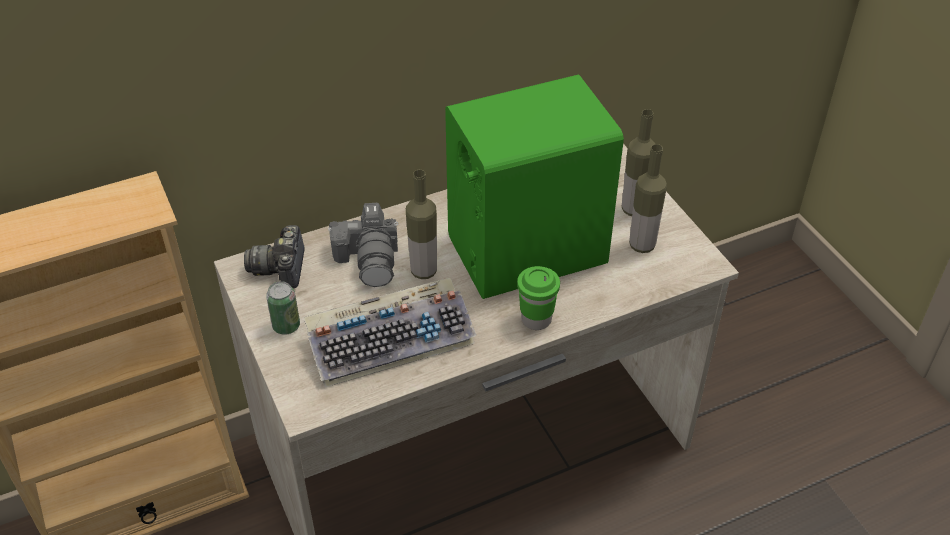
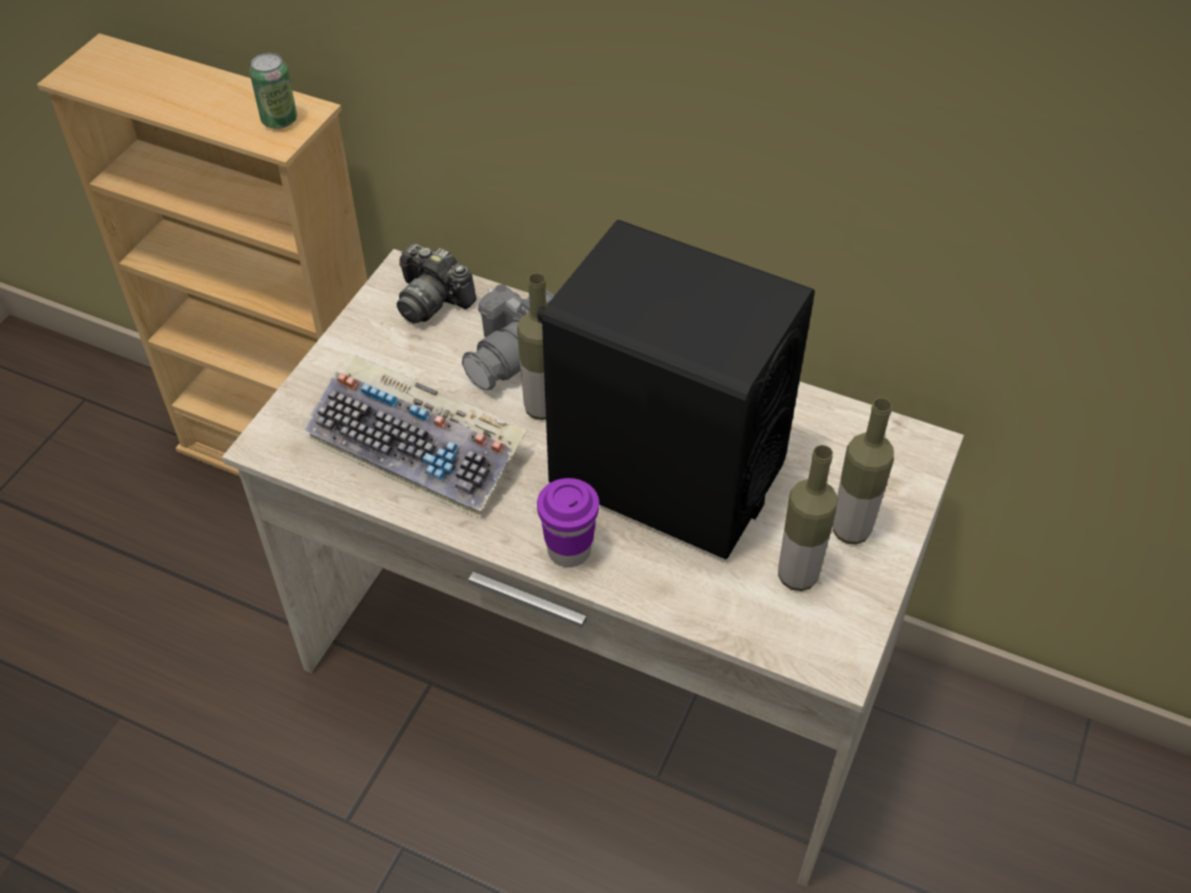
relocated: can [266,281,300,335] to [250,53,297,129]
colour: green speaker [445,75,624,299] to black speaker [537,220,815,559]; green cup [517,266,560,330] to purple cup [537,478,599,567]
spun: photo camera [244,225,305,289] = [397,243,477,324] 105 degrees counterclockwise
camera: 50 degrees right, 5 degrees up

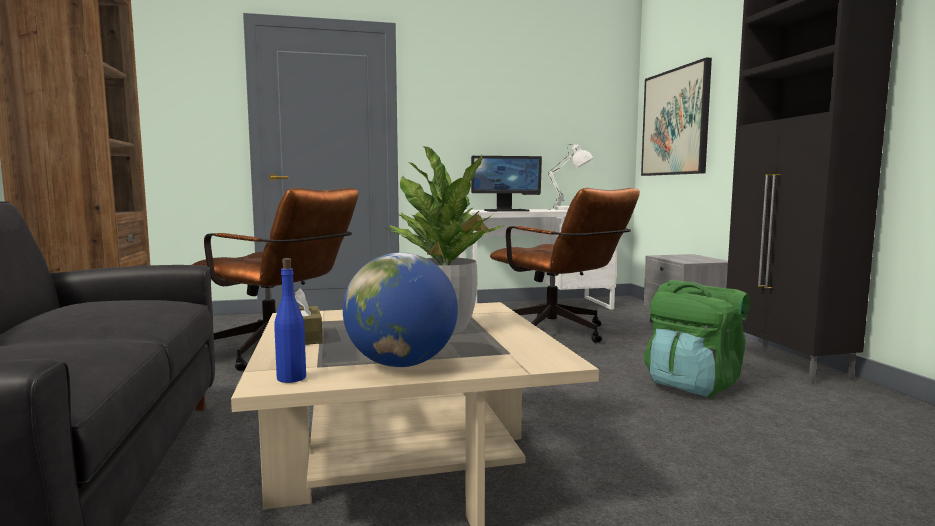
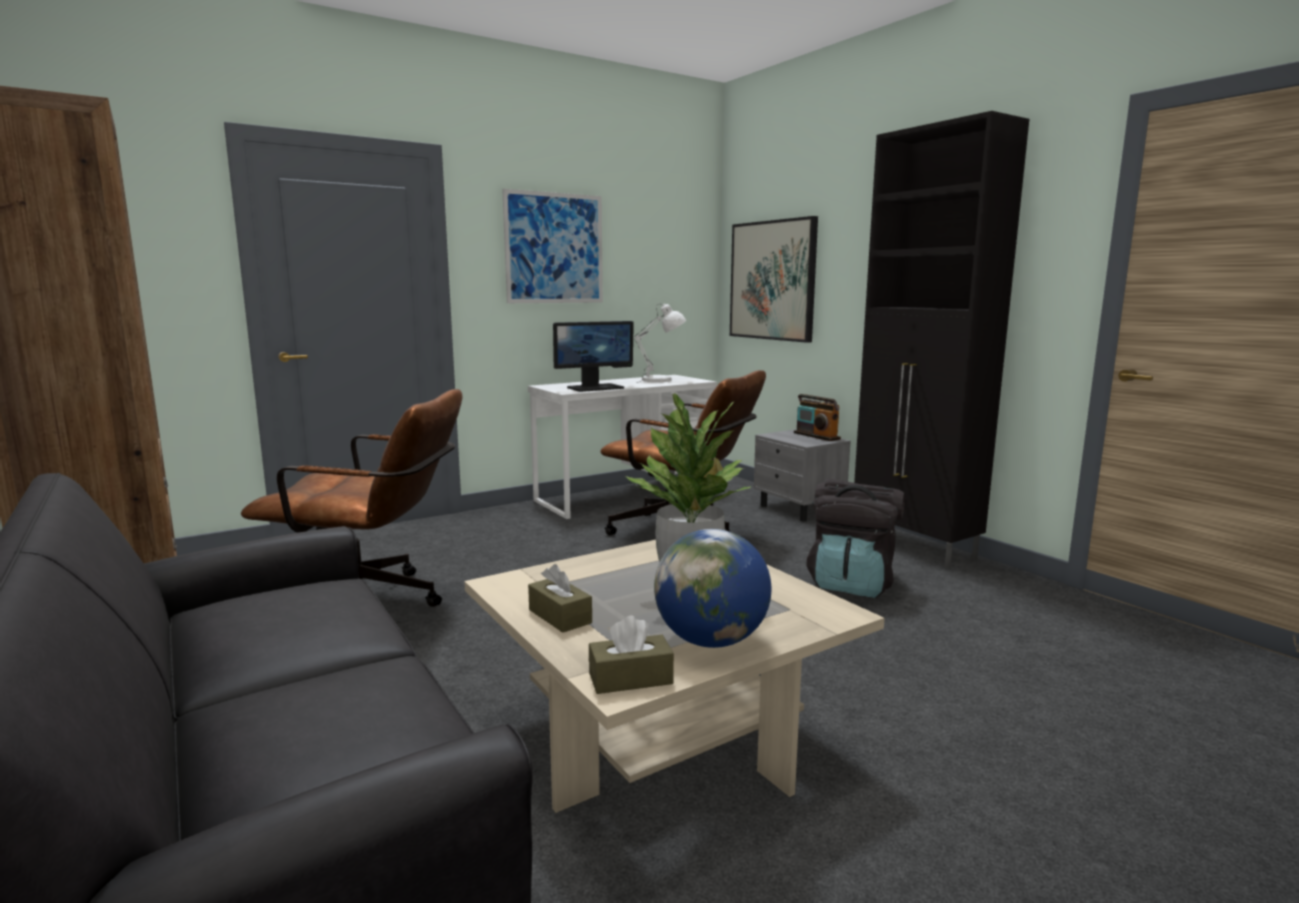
appeared: picture [502,189,603,303]; radio [794,394,841,441]
exchanged: blue bottle [274,258,306,383] to brown tissue box [589,615,674,694]
colour: green backpack [644,280,750,398] to black backpack [807,479,905,598]
camera: 20 degrees left, 5 degrees up

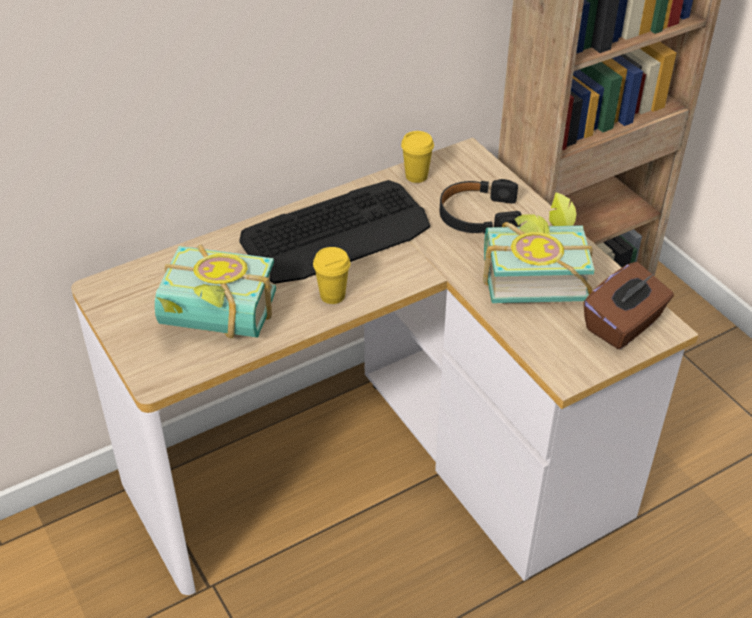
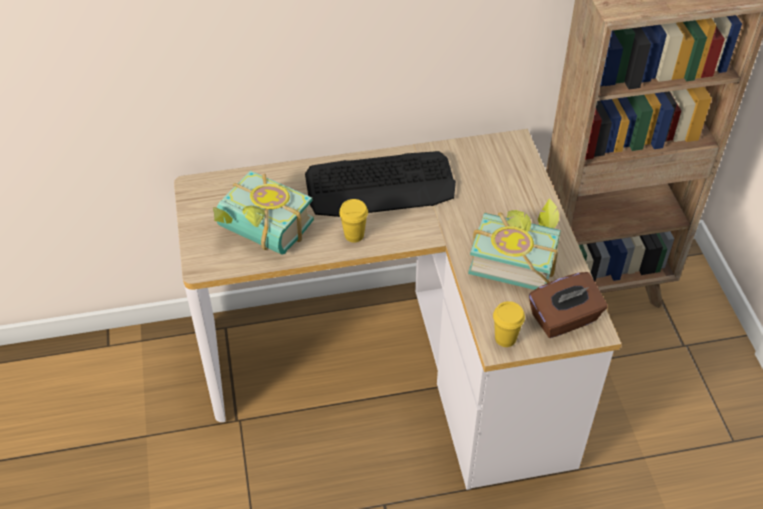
missing: black headphones [440,179,522,234]
relocated: yellow cup [401,131,434,183] to [493,301,525,347]
camera: 20 degrees right, 5 degrees up

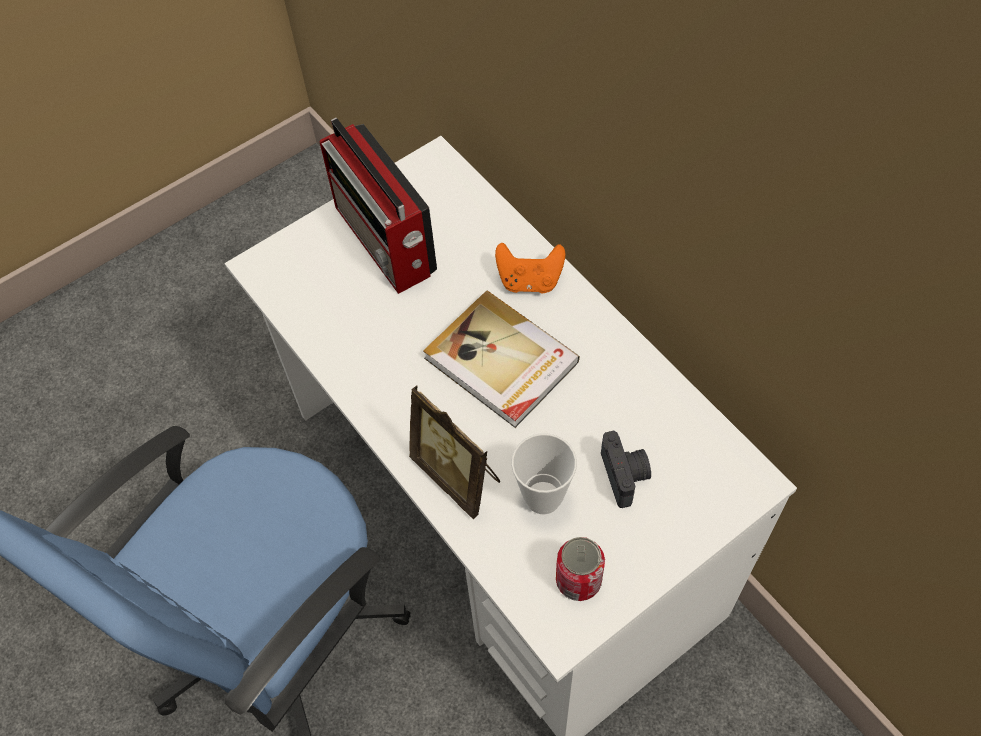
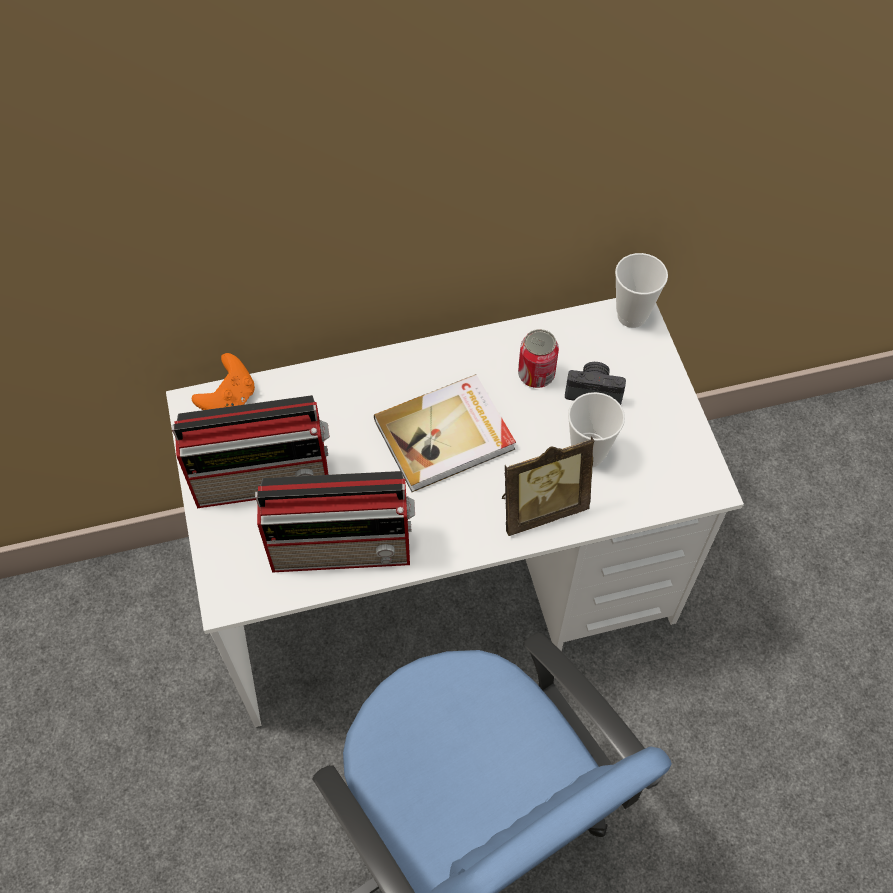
appeared: cup [615,253,668,328]; radio [255,471,415,573]
relocated: orange game controller [495,243,565,294] to [192,353,255,410]; can [556,537,605,601] to [518,329,559,388]
camera: 70 degrees left, 0 degrees up

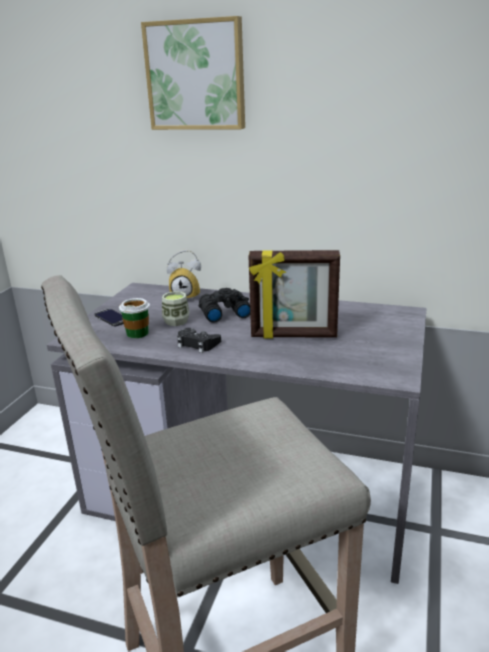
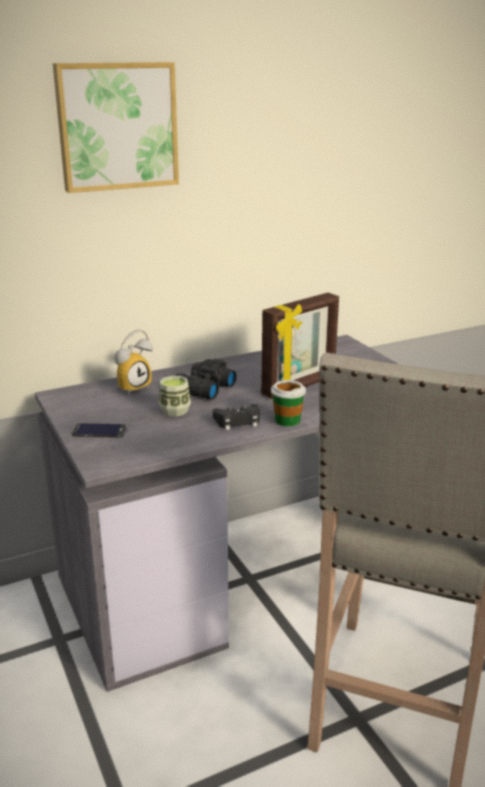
relocated: cup [119,298,150,338] to [271,380,306,427]
camera: 45 degrees left, 0 degrees up

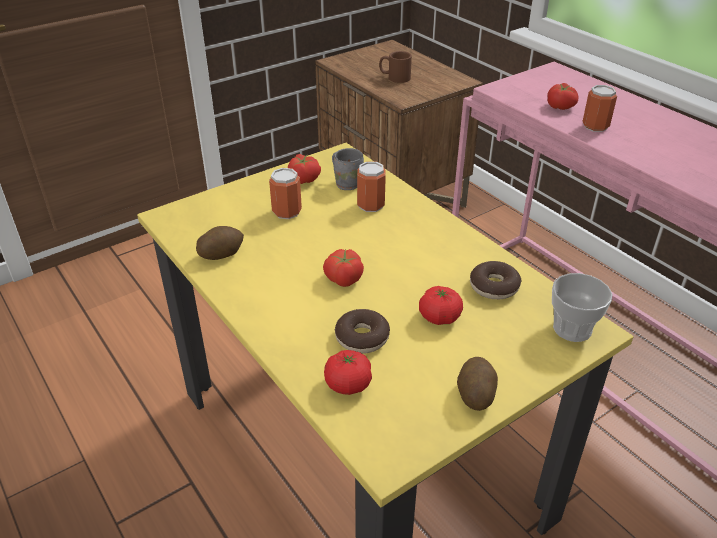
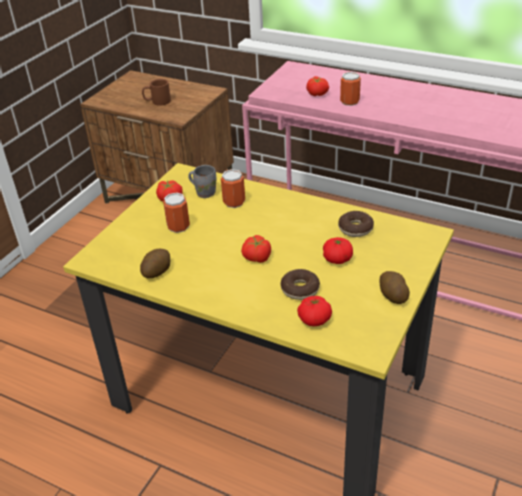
missing: cup [552,273,613,342]
camera: 25 degrees left, 0 degrees up

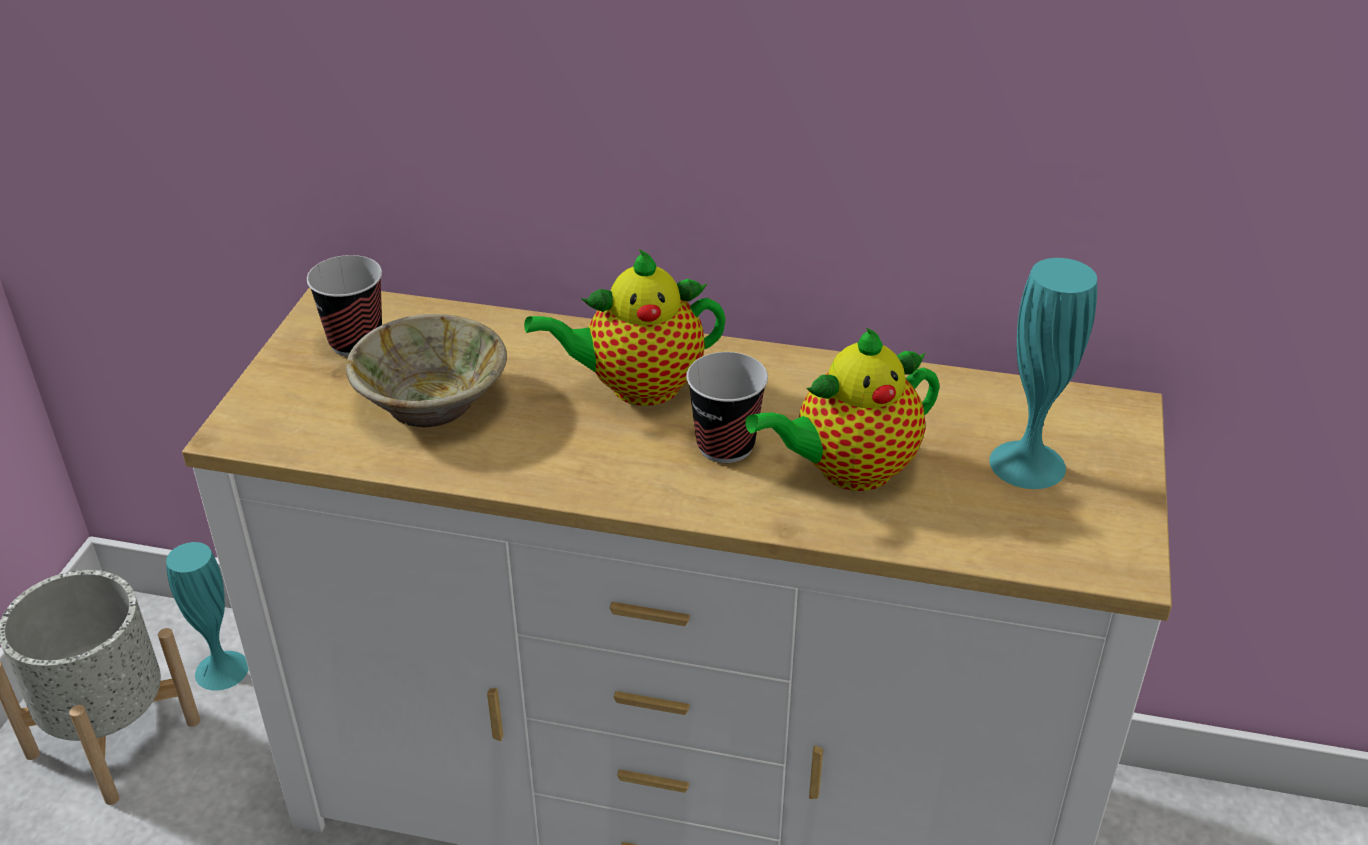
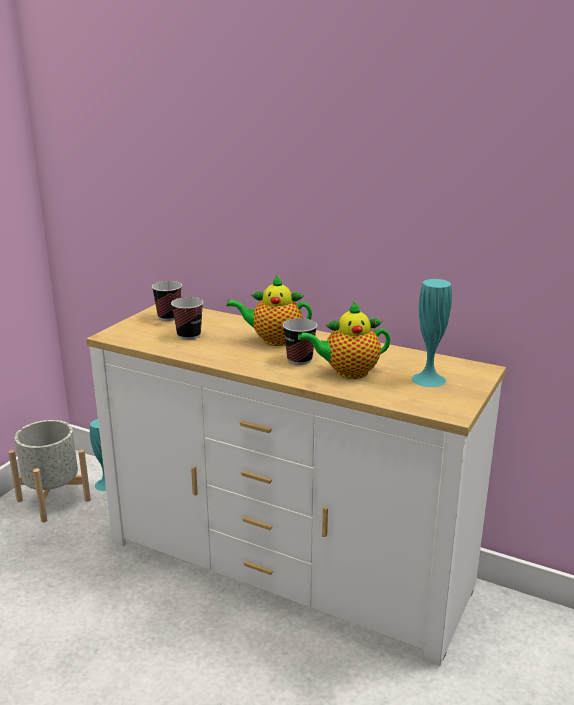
exchanged: beige bowl [346,314,507,428] to cup [171,297,203,340]
camera: 15 degrees right, 15 degrees down

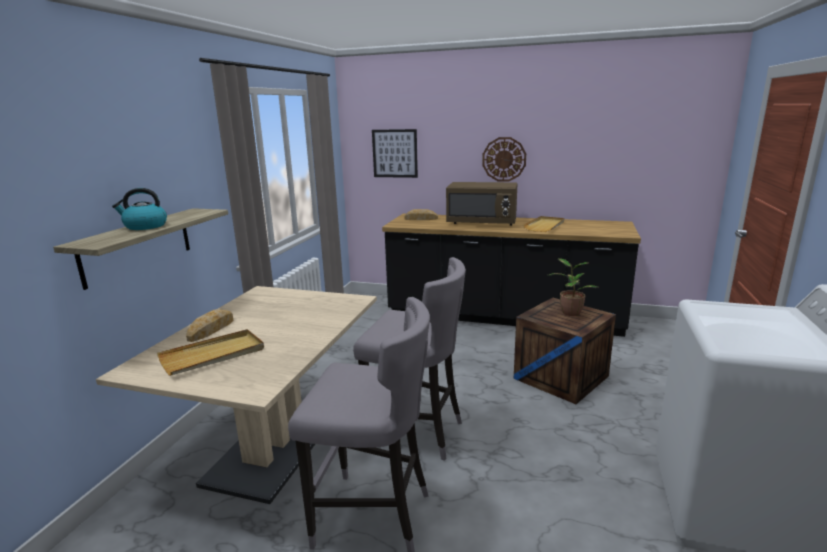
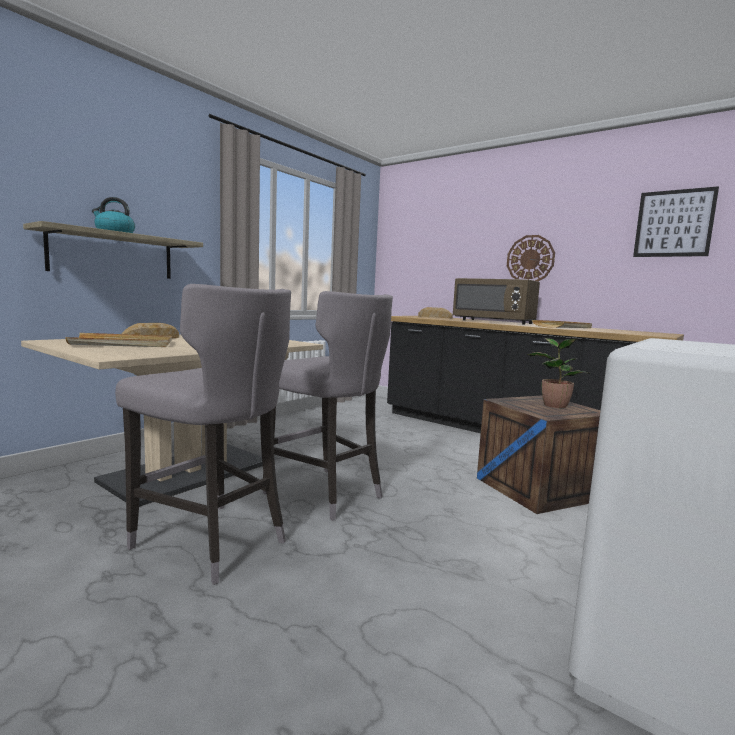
relocated: picture [372,129,418,178] to [633,186,719,257]
camera: 20 degrees right, 10 degrees down

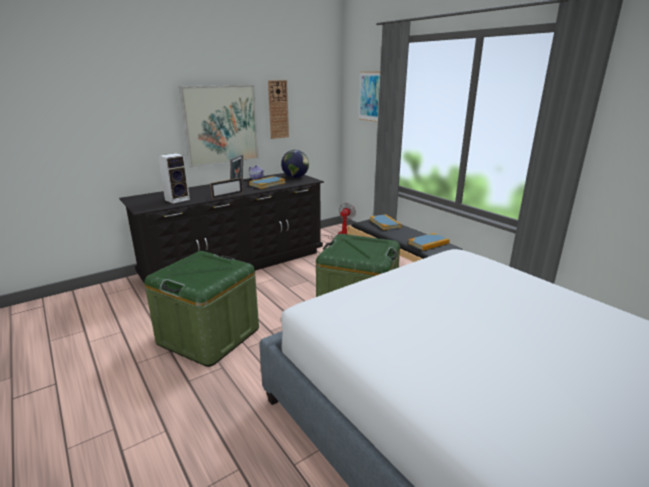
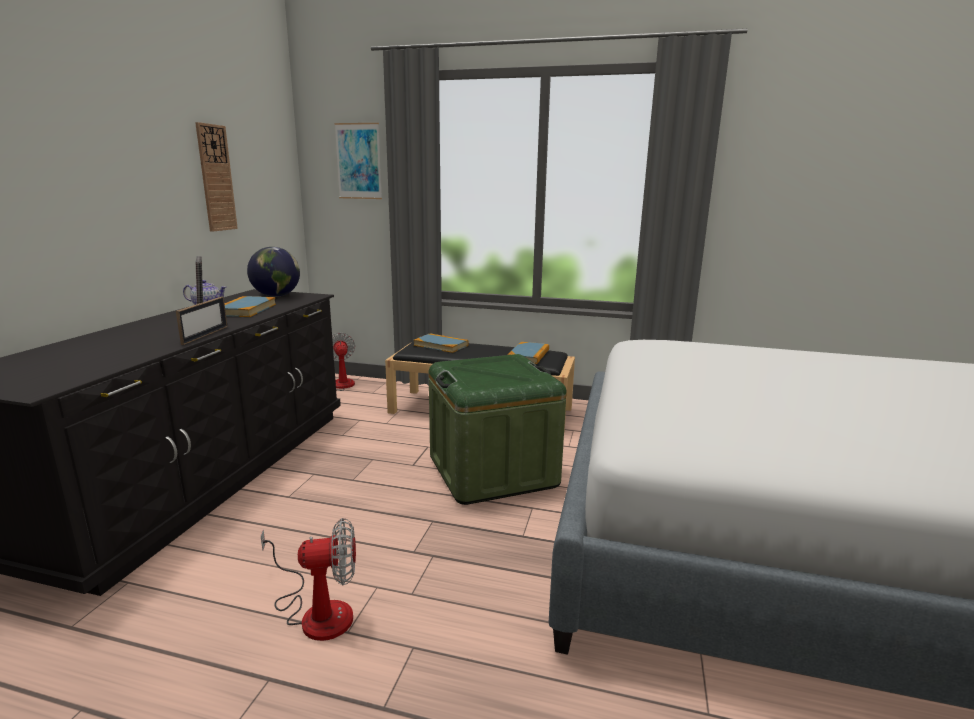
missing: picture [179,85,259,168]; speaker [158,153,190,204]
exchanged: green storage box [144,251,259,367] to fan [261,518,356,641]
camera: 40 degrees left, 5 degrees down

